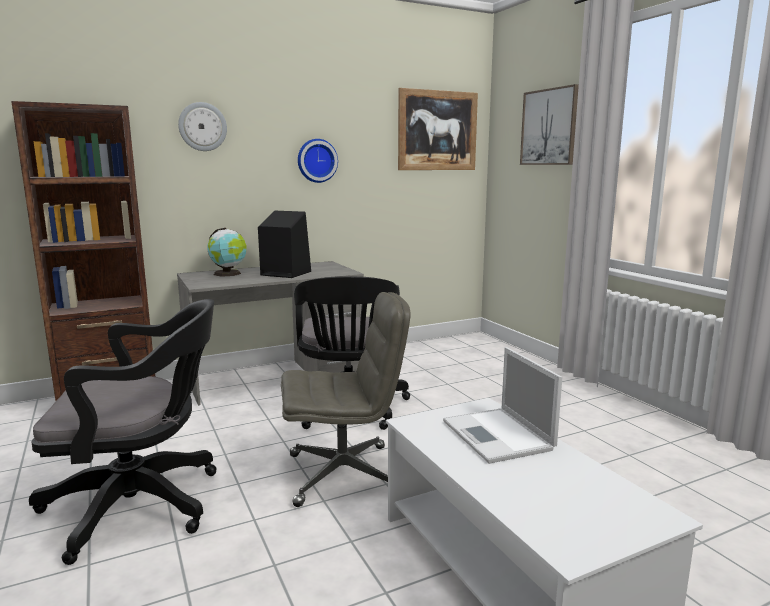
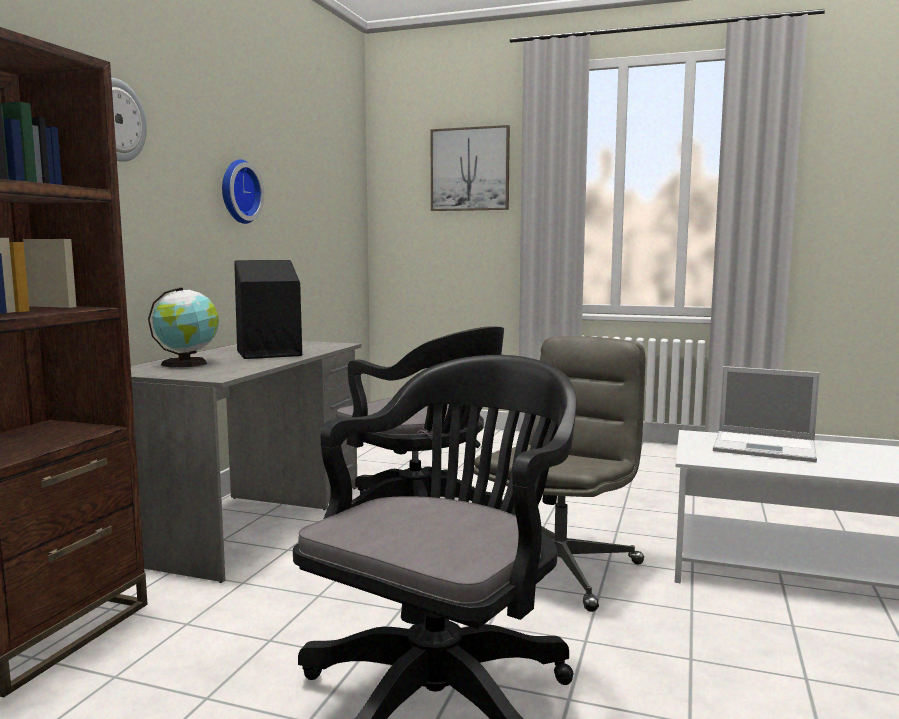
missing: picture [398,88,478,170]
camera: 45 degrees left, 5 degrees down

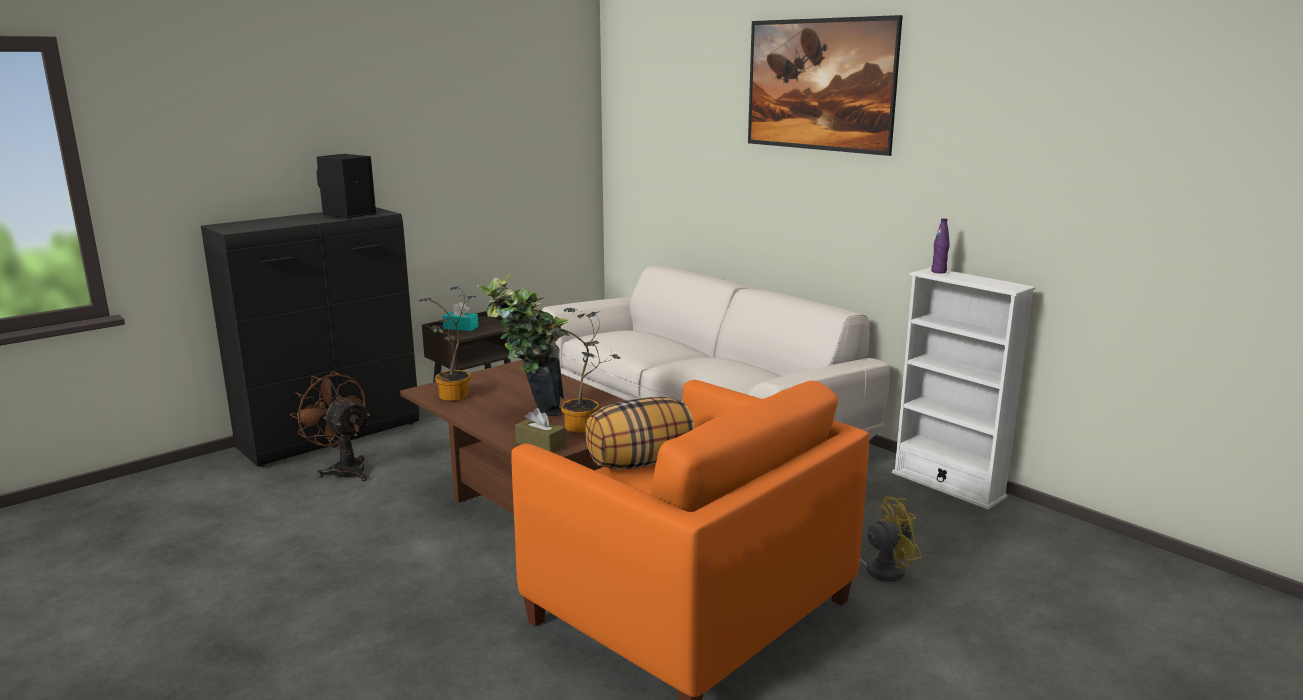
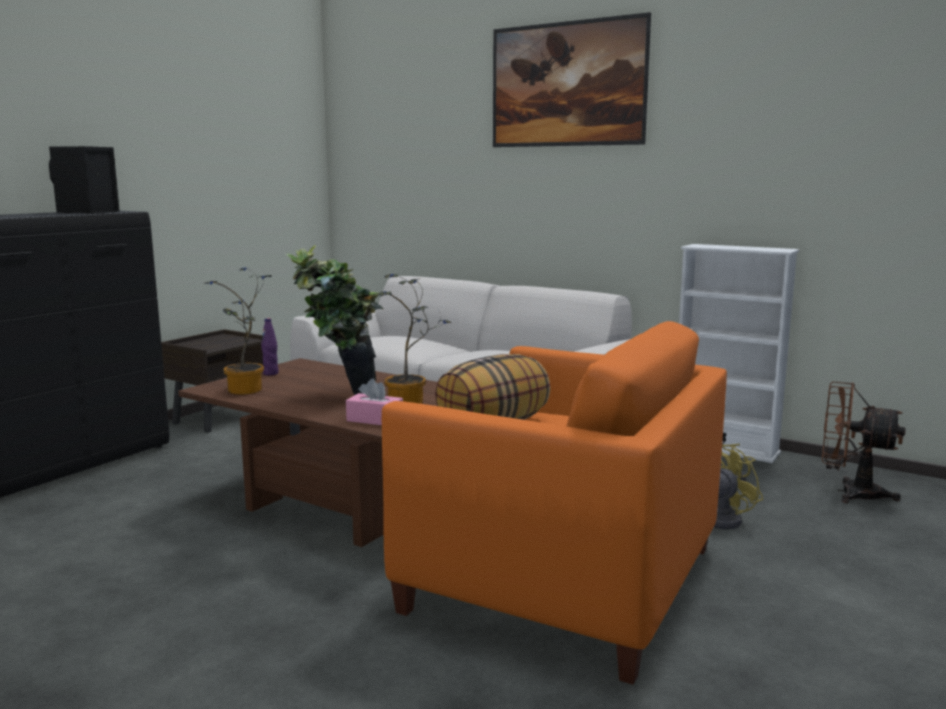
missing: turquoise tissue box [442,302,478,331]
relocated: purple bottle [931,218,950,274] to [261,318,279,376]; brown fan [290,371,370,481] to [822,382,906,503]
colour: brown tissue box [515,408,566,452] to pink tissue box [346,379,403,425]
camera: 15 degrees left, 5 degrees down

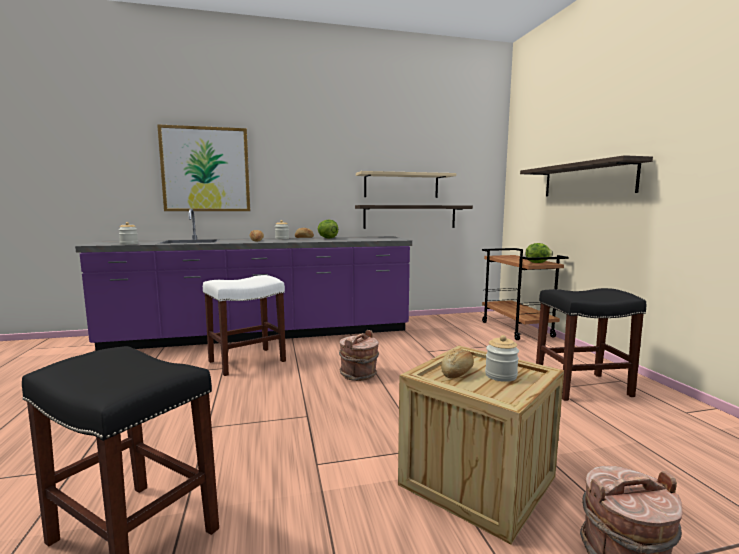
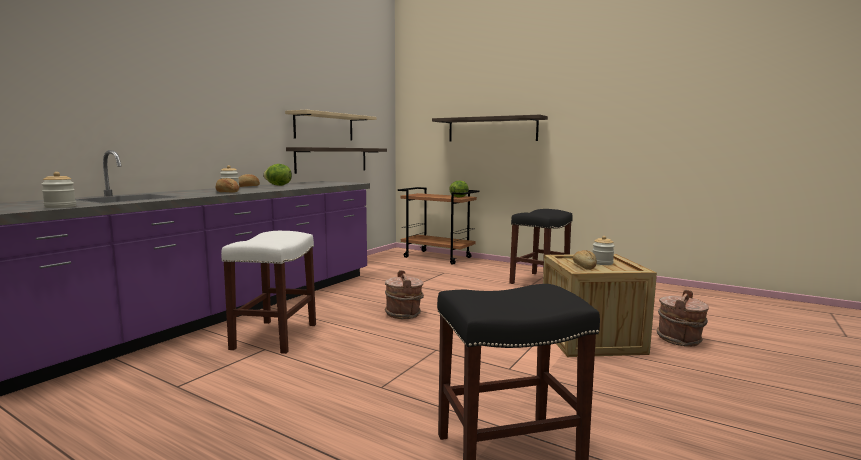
missing: picture [157,124,250,211]
camera: 45 degrees left, 0 degrees up

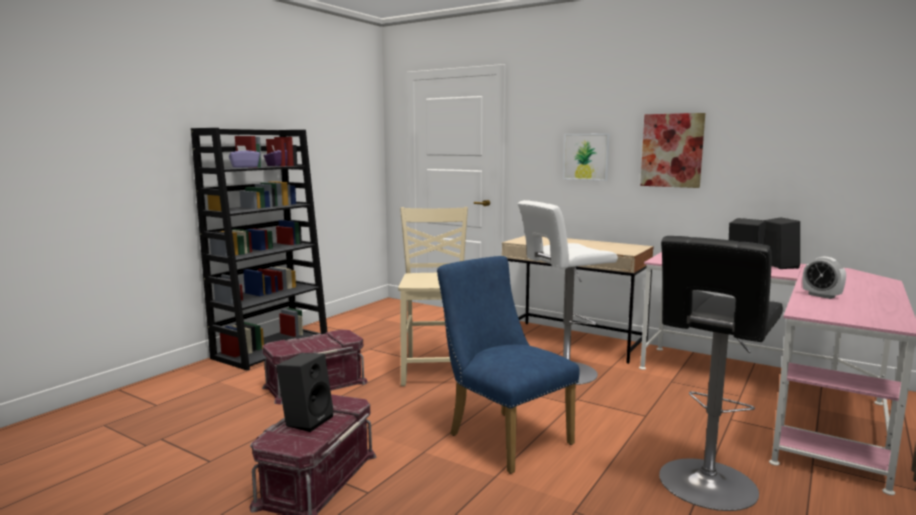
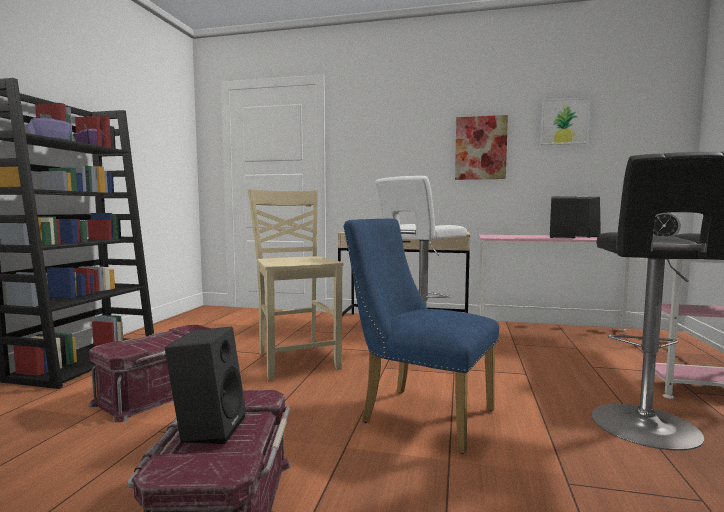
relocated: picture [563,133,610,181] to [540,97,591,145]
camera: 20 degrees left, 5 degrees down

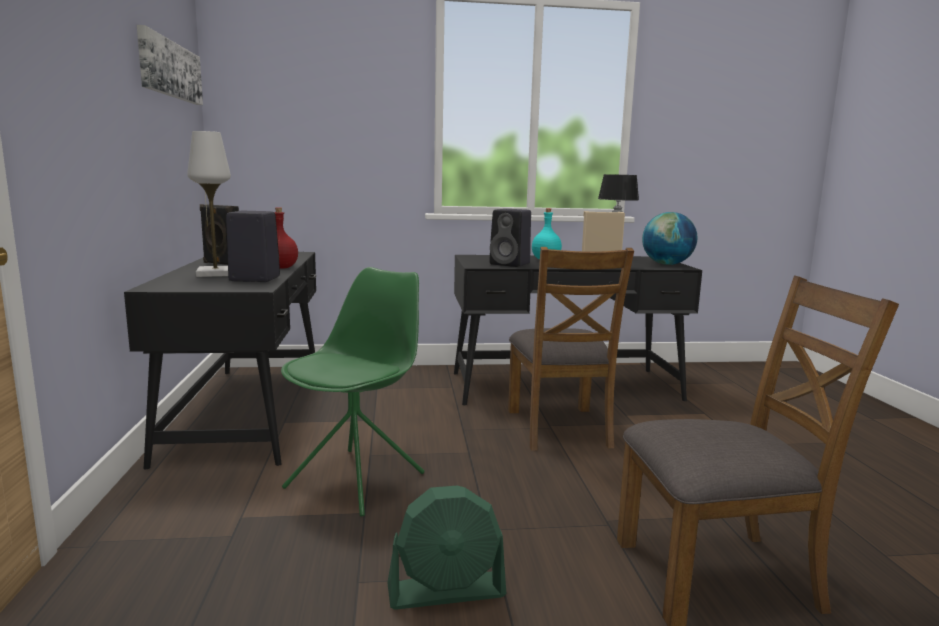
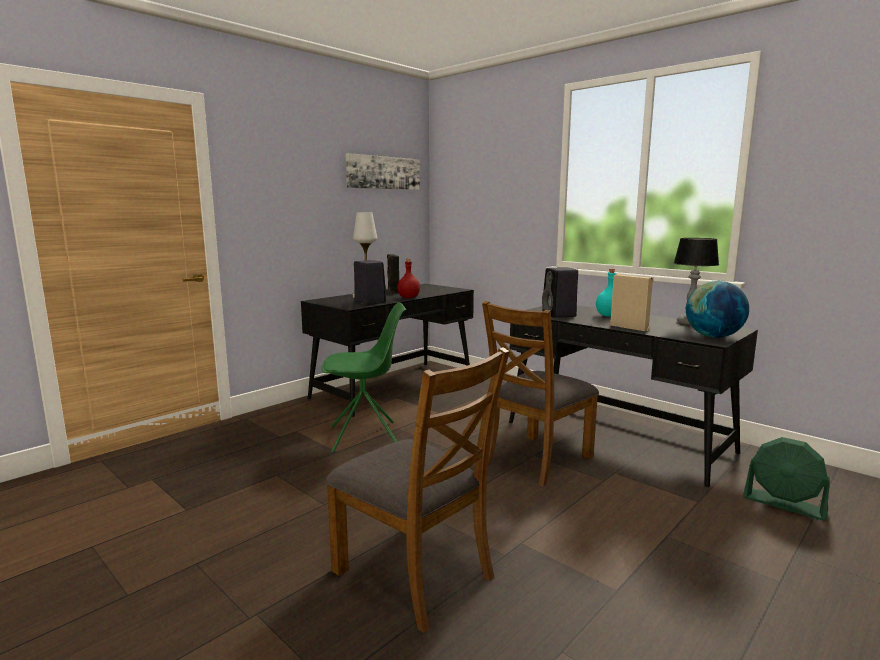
relocated: green fan [387,486,507,610] to [743,437,830,520]
camera: 50 degrees right, 0 degrees up

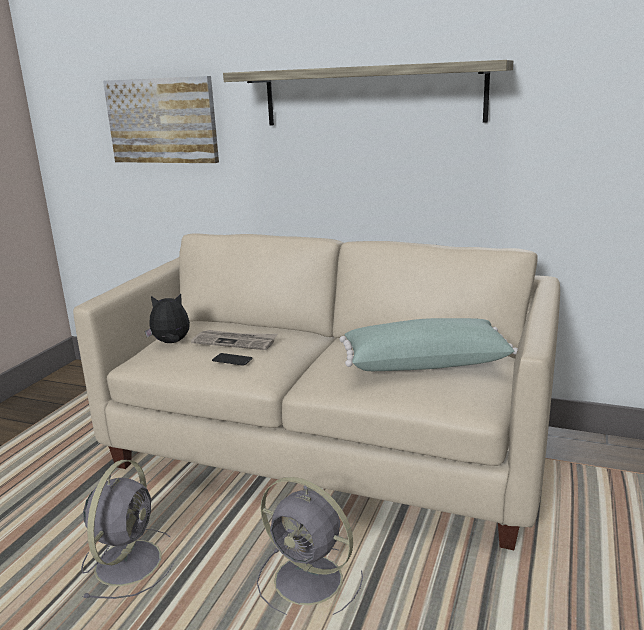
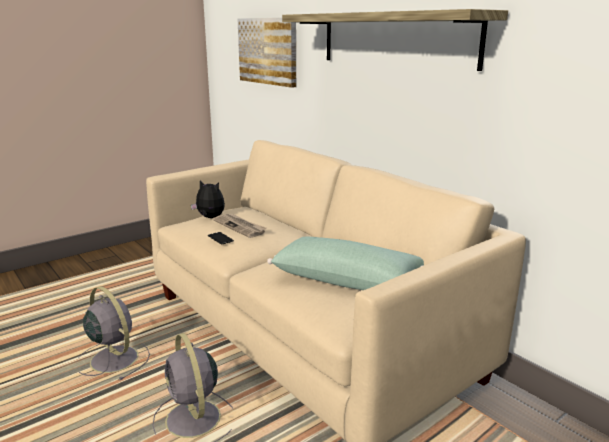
spun: grey fan [81,460,174,599] = [78,286,150,380] 90 degrees counterclockwise
camera: 30 degrees right, 0 degrees up

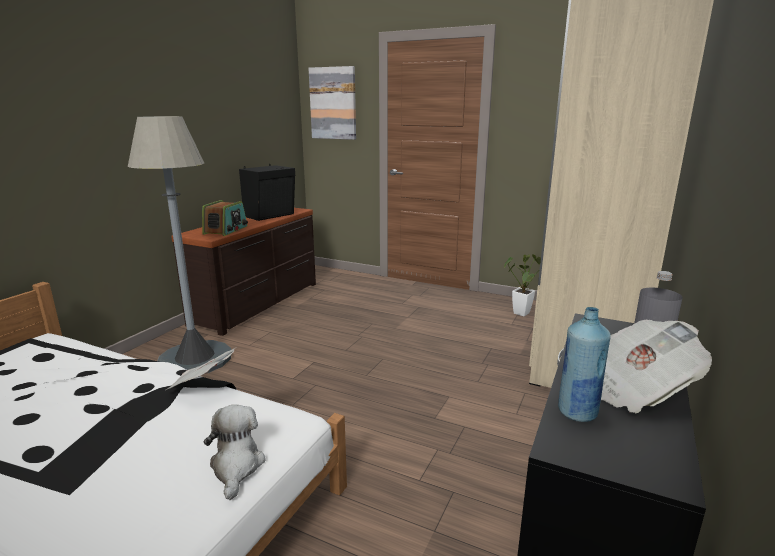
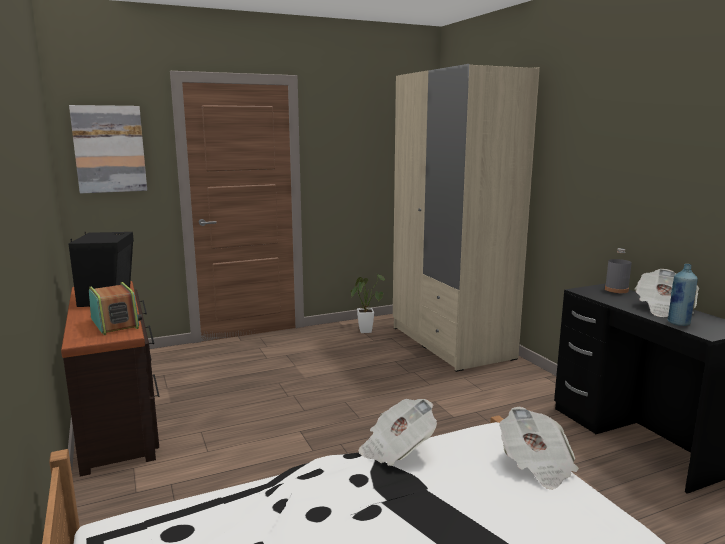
missing: grey floor lamp [128,116,231,373]
exchanged: plush toy [204,405,266,500] to newspaper [499,407,579,490]
camera: 50 degrees left, 5 degrees down

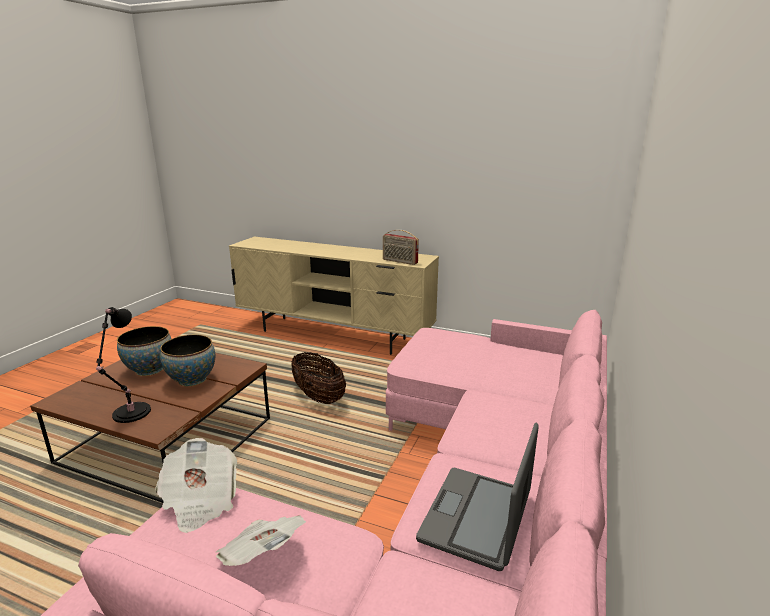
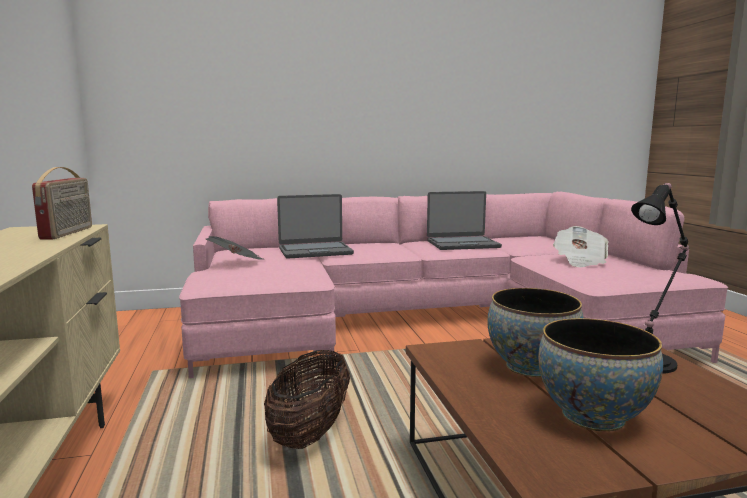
appeared: laptop [277,194,354,259]
relocated: newspaper [155,438,237,533] to [206,236,264,260]
camera: 125 degrees left, 10 degrees down

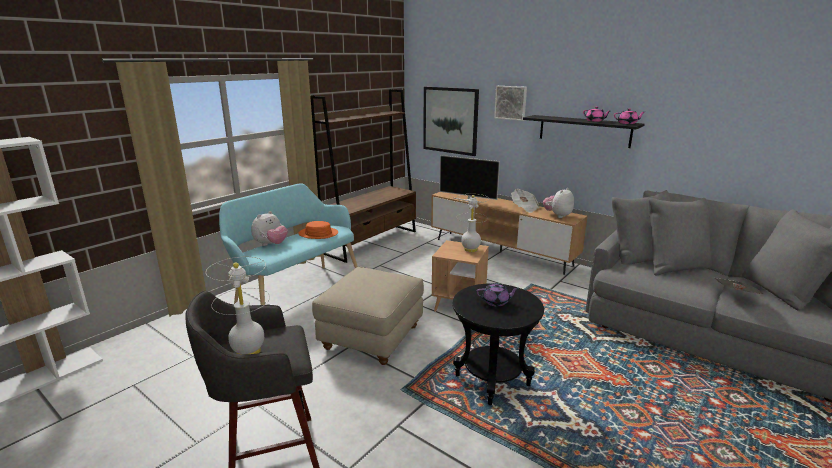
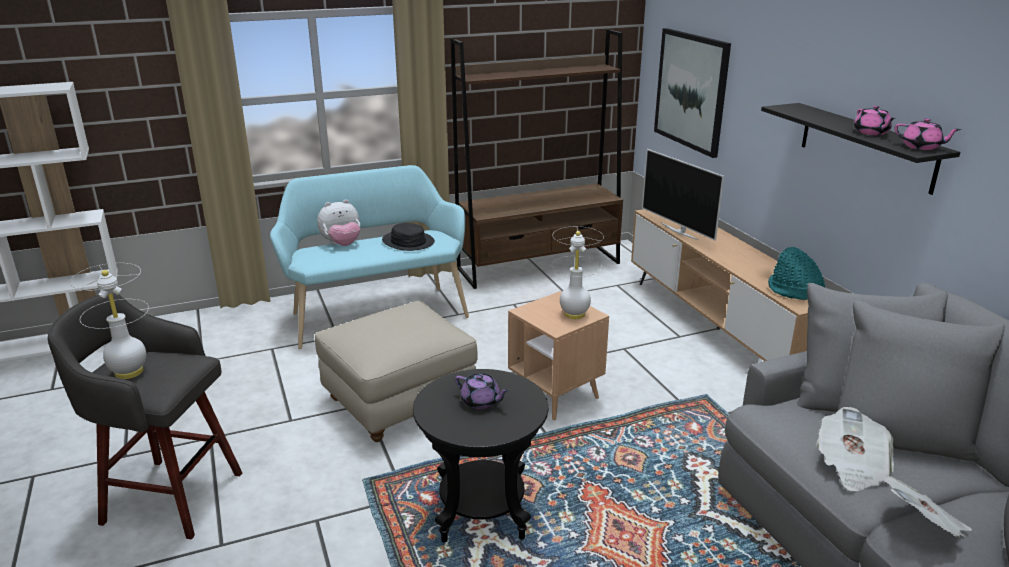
missing: picture [494,86,527,121]
relocated: newspaper [511,189,540,213] to [817,407,894,491]
exchanged: plush toy [543,188,574,218] to turquoise hat [768,247,825,300]
colour: orange hat [298,221,338,239] to black hat [382,223,435,251]
camera: 30 degrees right, 5 degrees up

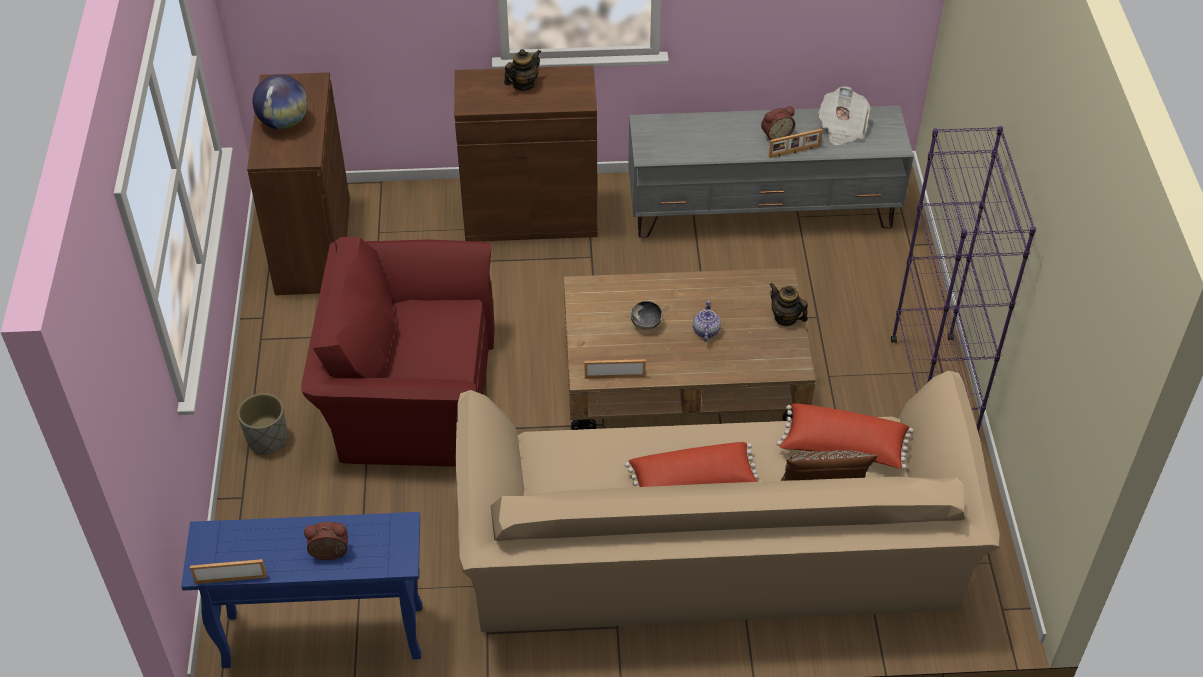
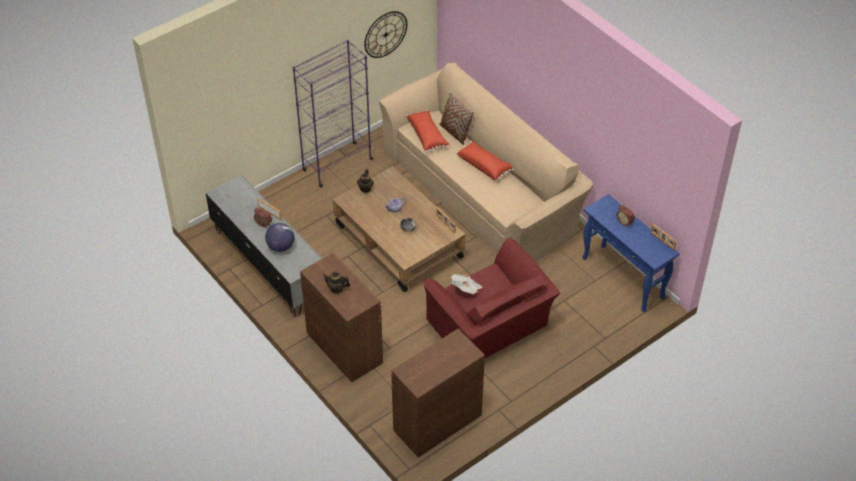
missing: grey planter [237,393,287,454]
appeared: wall clock [364,11,407,58]
relocated: globe [252,74,308,130] to [265,223,295,252]; newspaper [818,86,871,145] to [451,274,482,294]
camera: 125 degrees left, 0 degrees up

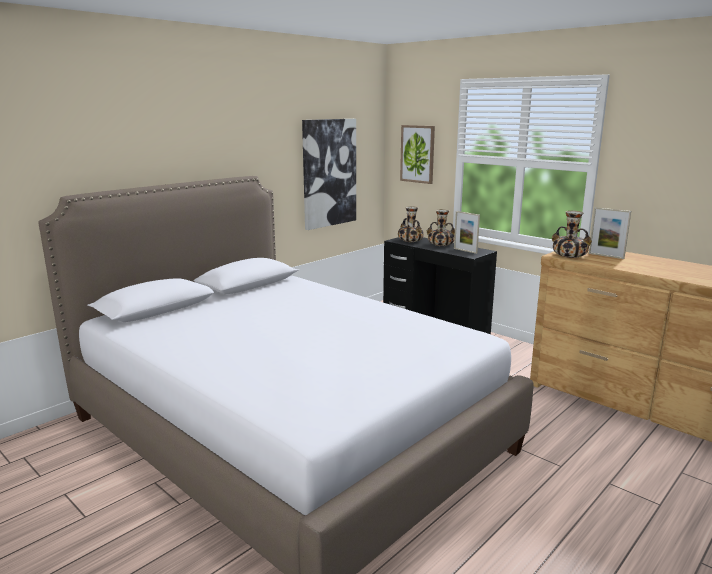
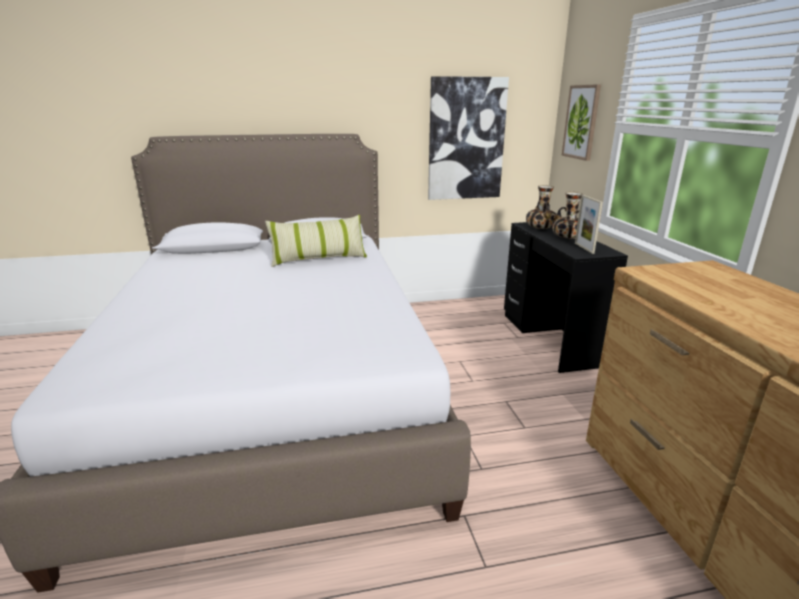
missing: picture frame [589,207,631,259]; vase [552,211,592,258]
appeared: pillow [265,215,367,267]
camera: 35 degrees right, 5 degrees up

